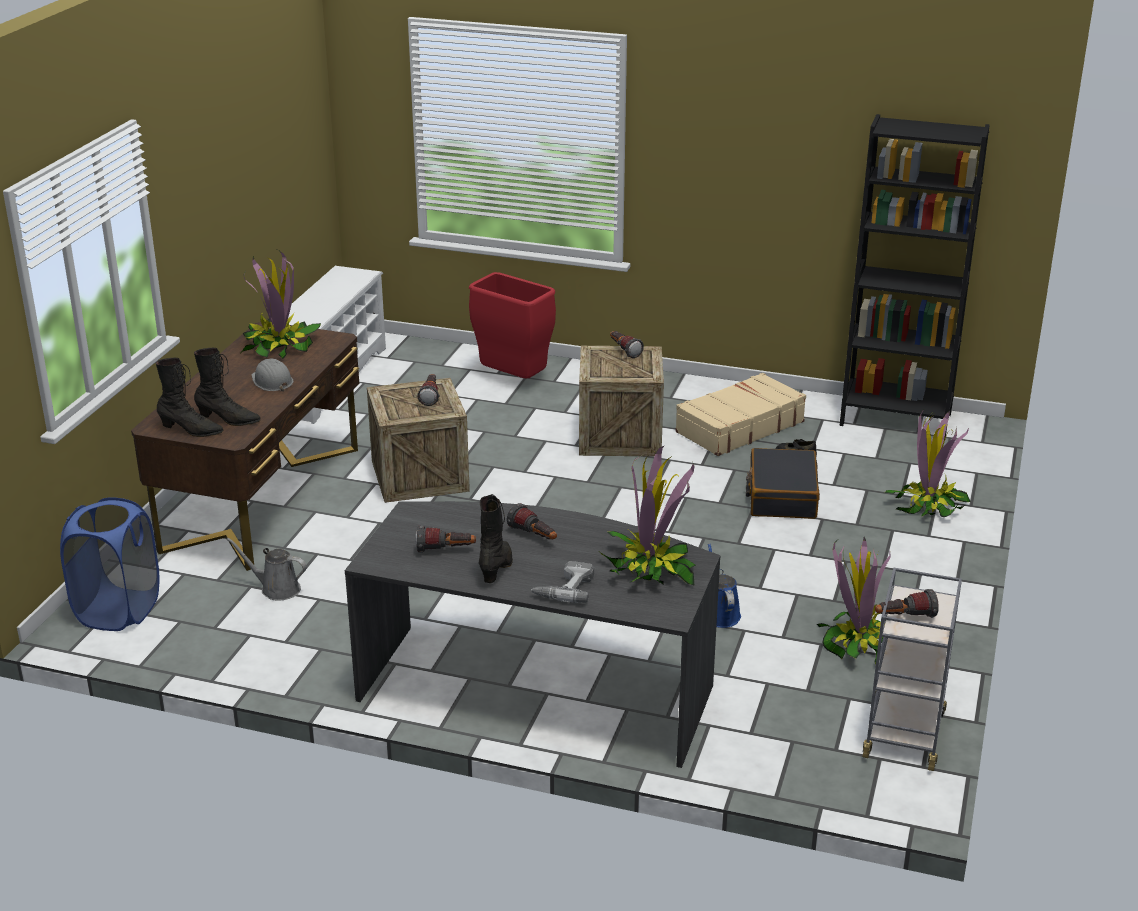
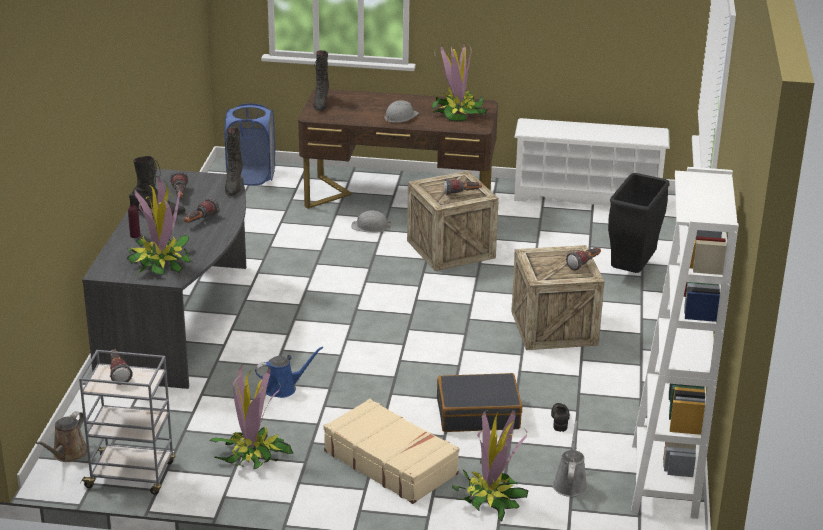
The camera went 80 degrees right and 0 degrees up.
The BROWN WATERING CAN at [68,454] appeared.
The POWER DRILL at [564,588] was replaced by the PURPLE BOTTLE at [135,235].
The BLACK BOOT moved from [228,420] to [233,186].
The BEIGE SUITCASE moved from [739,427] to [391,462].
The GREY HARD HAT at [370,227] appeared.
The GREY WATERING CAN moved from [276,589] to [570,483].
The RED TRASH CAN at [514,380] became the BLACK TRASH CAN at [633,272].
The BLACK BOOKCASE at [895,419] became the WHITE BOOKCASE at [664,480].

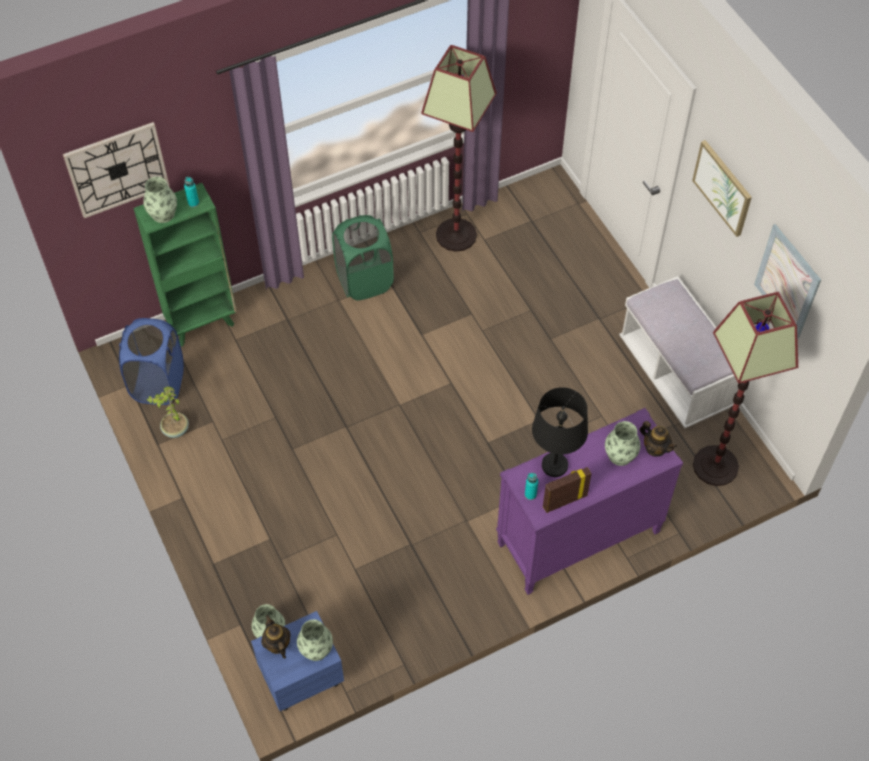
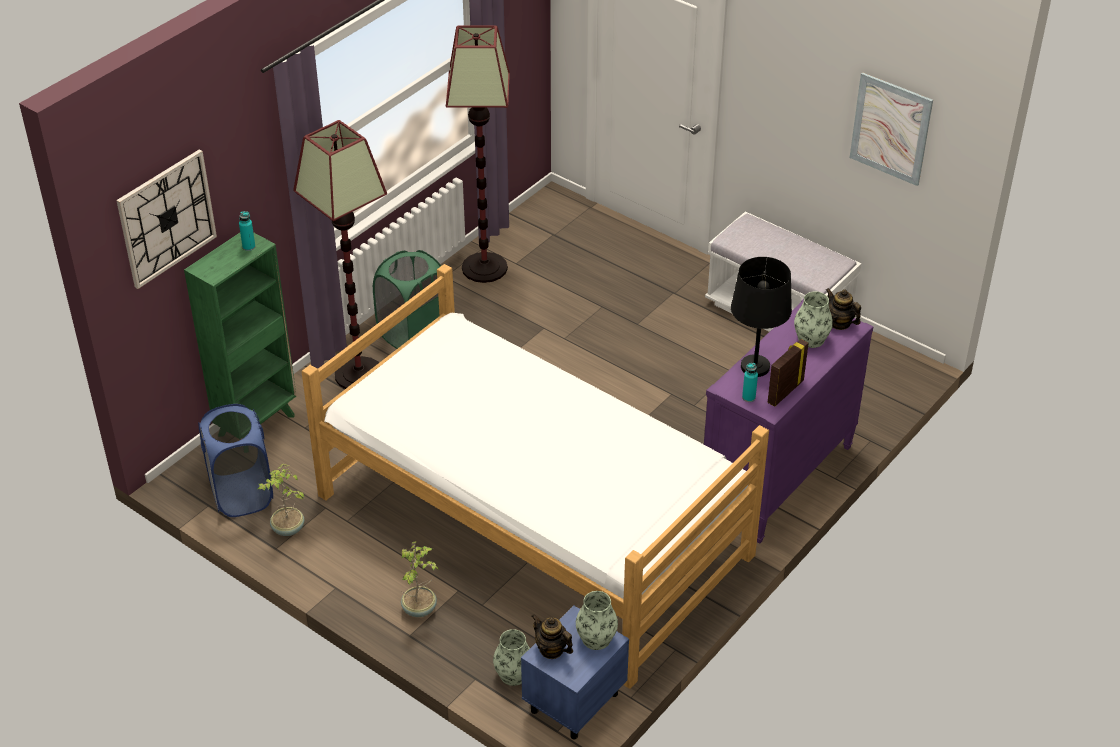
The camera went 25 degrees left and 15 degrees down.
The FLOOR LAMP moved from [715,465] to [358,374].
The BED at [532,526] appeared.
The POTTED PLANT at [420,608] appeared.
The TEAPOT at [655,448] turned 150 degrees counterclockwise.
The VASE at [163,214] disappeared.
The PICTURE at [723,187] disappeared.

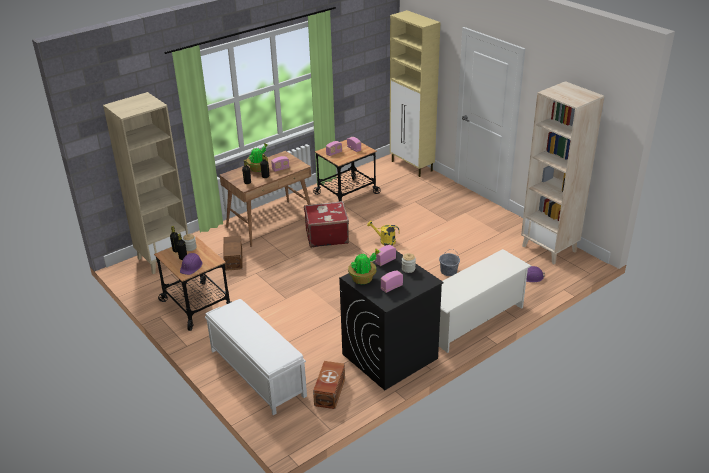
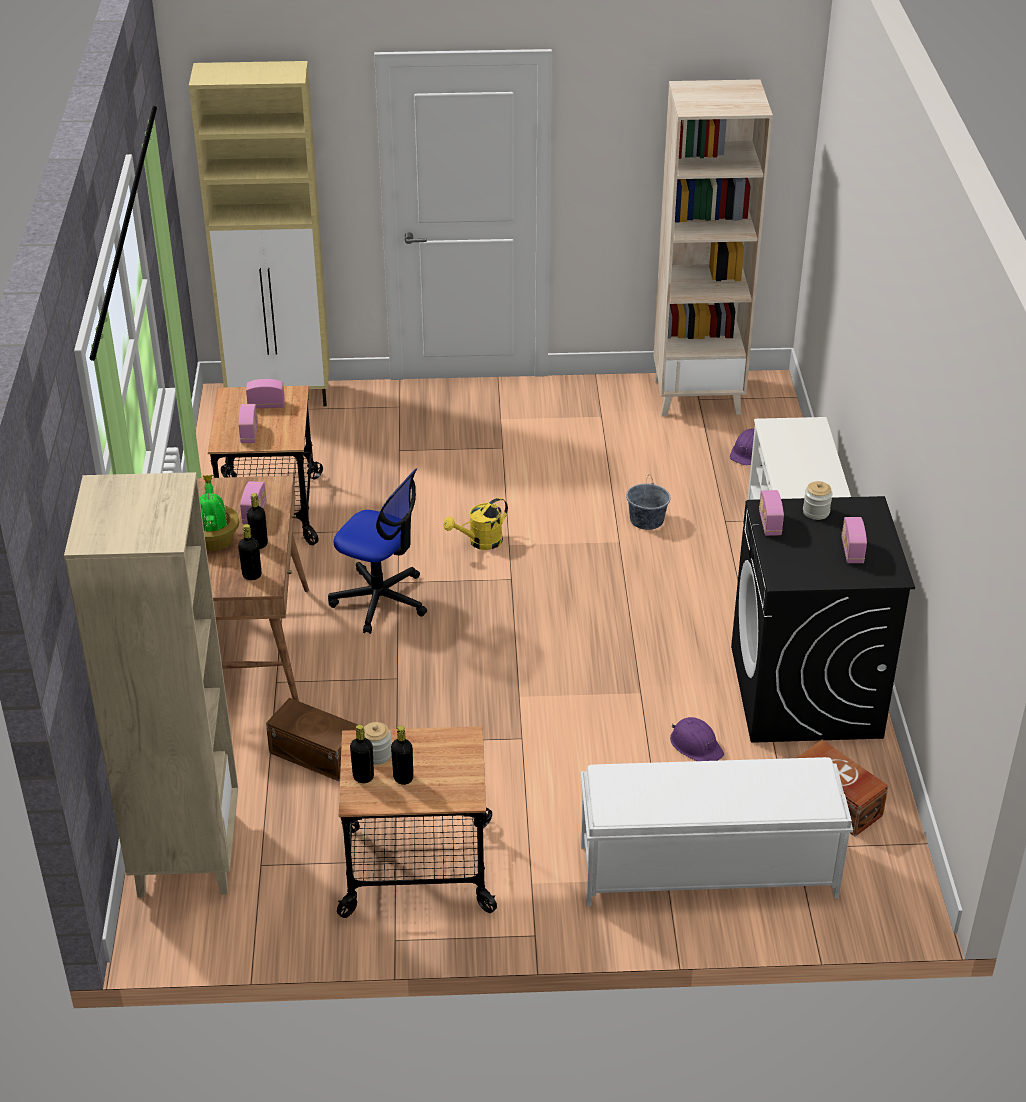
The camera went 55 degrees left and 5 degrees up.
The RED SUITCASE at [326,236] was replaced by the OFFICE CHAIR at [380,600].
The PURPLE HARD HAT moved from [191,266] to [696,745].
The POTTED PLANT at [363,279] disappeared.

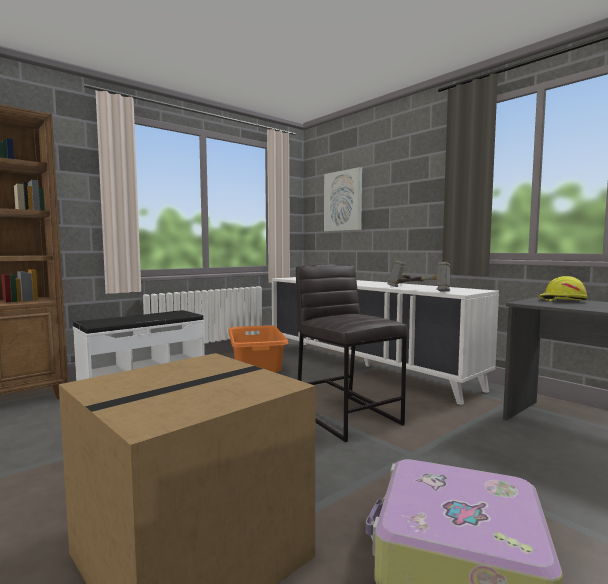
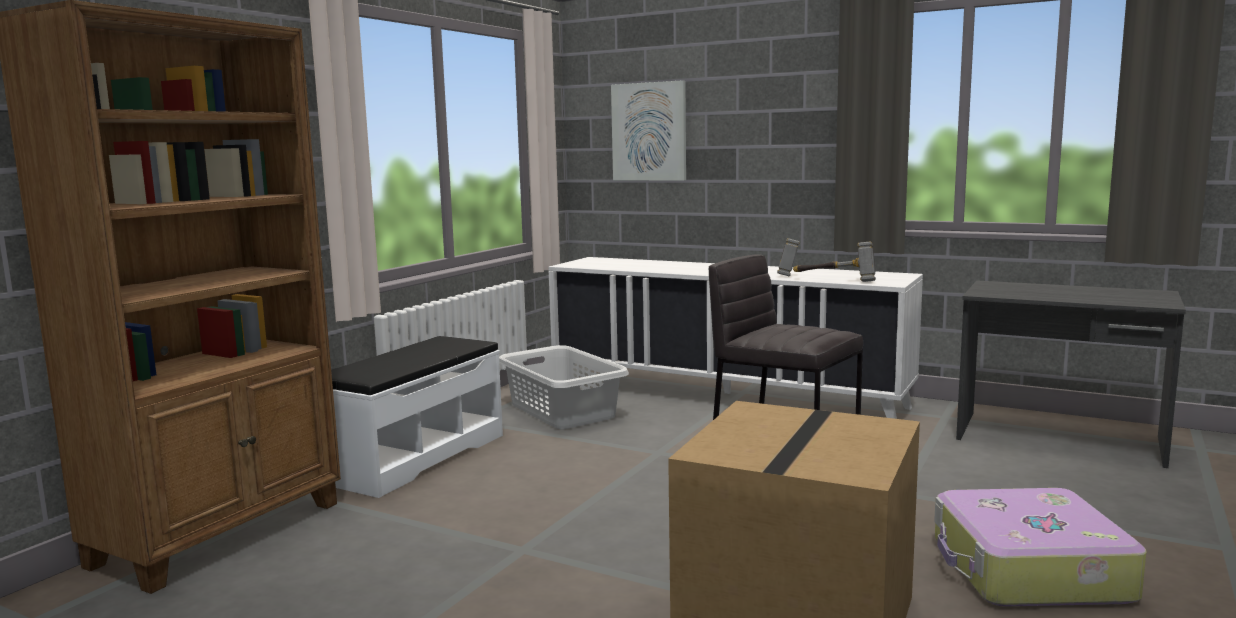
The camera went 20 degrees left and 5 degrees up.
The ORANGE LAUNDRY BASKET at [257,364] became the GREY LAUNDRY BASKET at [563,410].
The YELLOW HARD HAT at [561,300] disappeared.

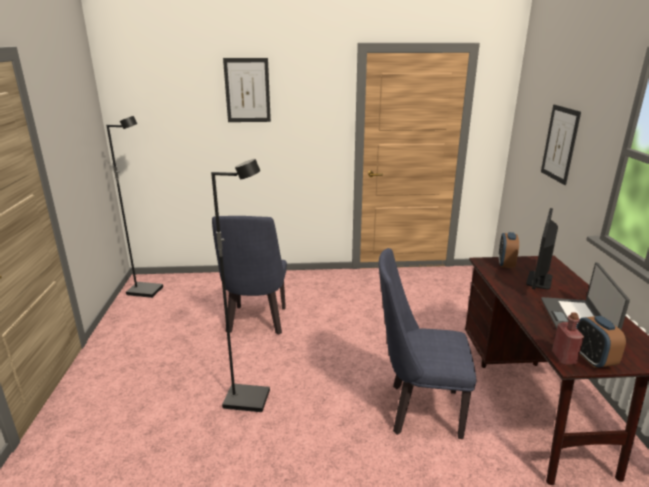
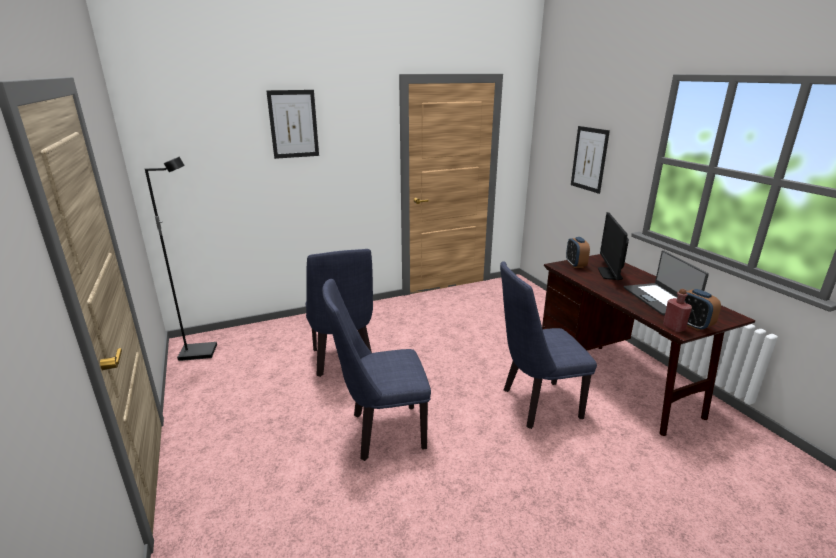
The camera went 20 degrees left and 0 degrees up.
The BLACK FLOOR LAMP at [247,399] was replaced by the BLUE CHAIR at [381,432].

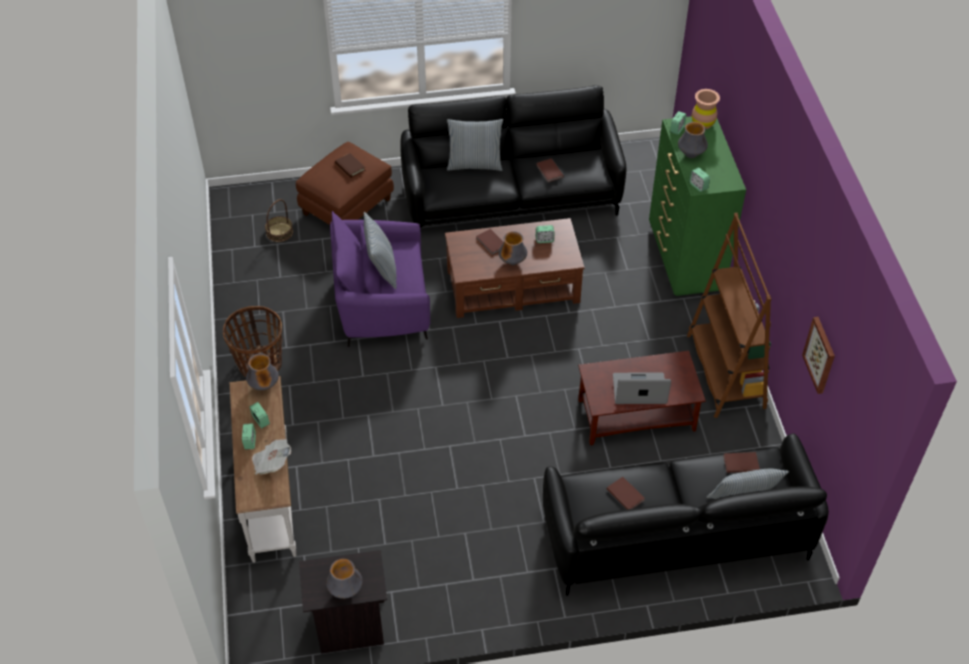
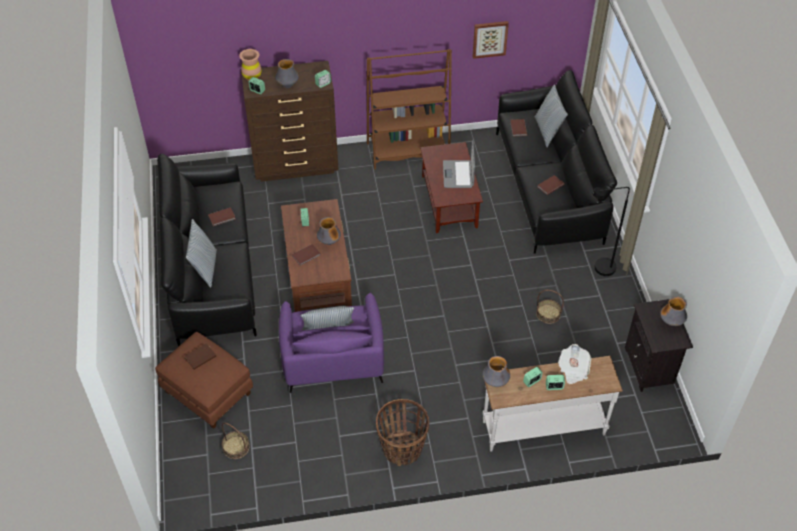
The camera went 90 degrees left and 0 degrees up.
The GREEN DRESSER at [684,259] became the BROWN DRESSER at [296,165].
The BASKET at [548,314] appeared.
The BLACK FLOOR LAMP at [599,269] appeared.

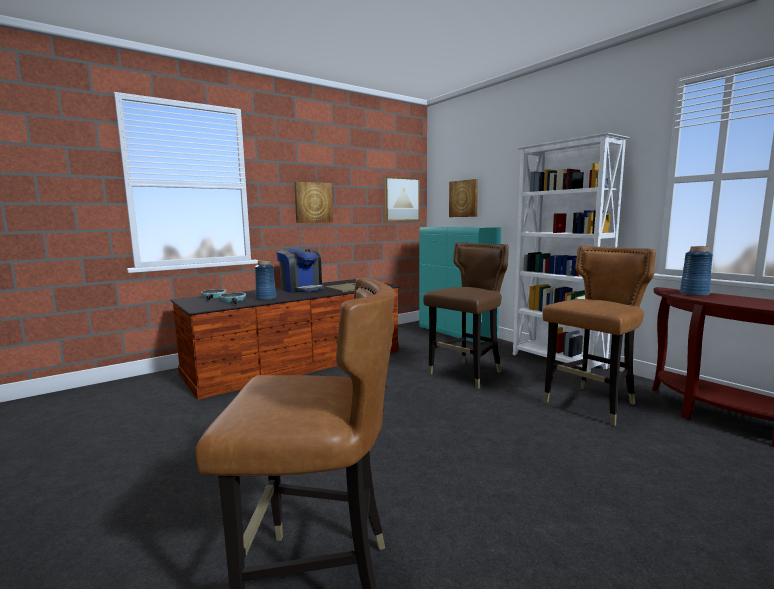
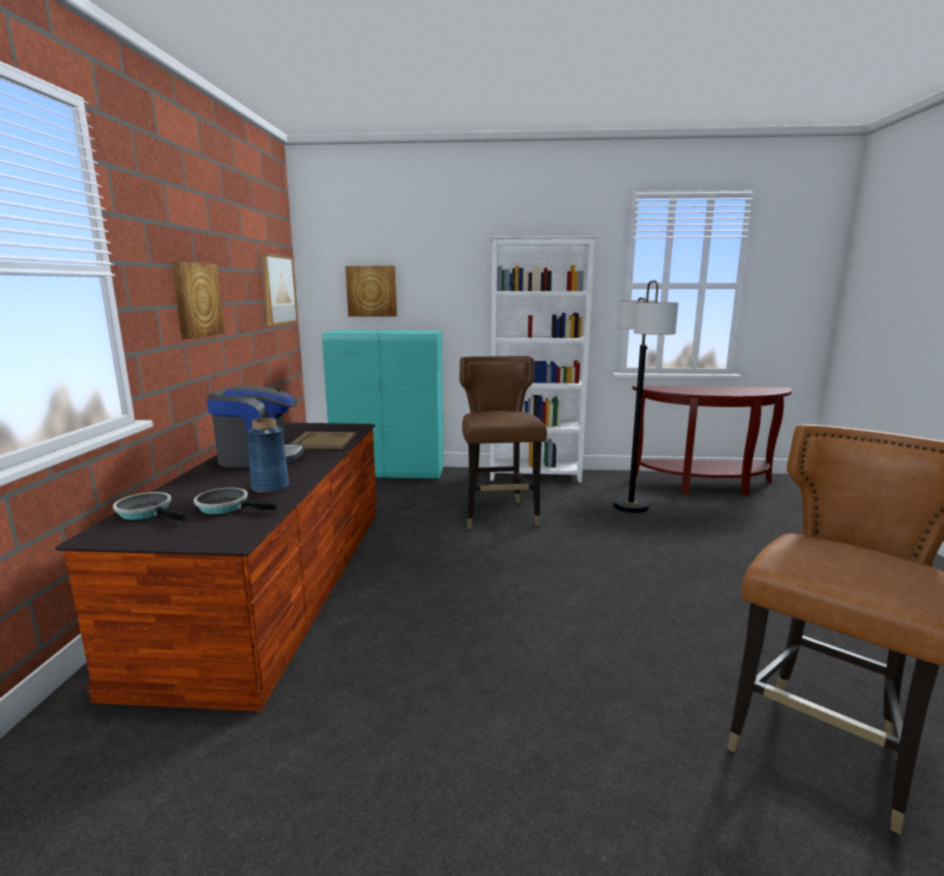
The camera went 50 degrees left and 5 degrees up.
The BROWN CHAIR at [591,405] was replaced by the FLOOR LAMP at [630,506].
The BLUE VASE at [694,294] disappeared.

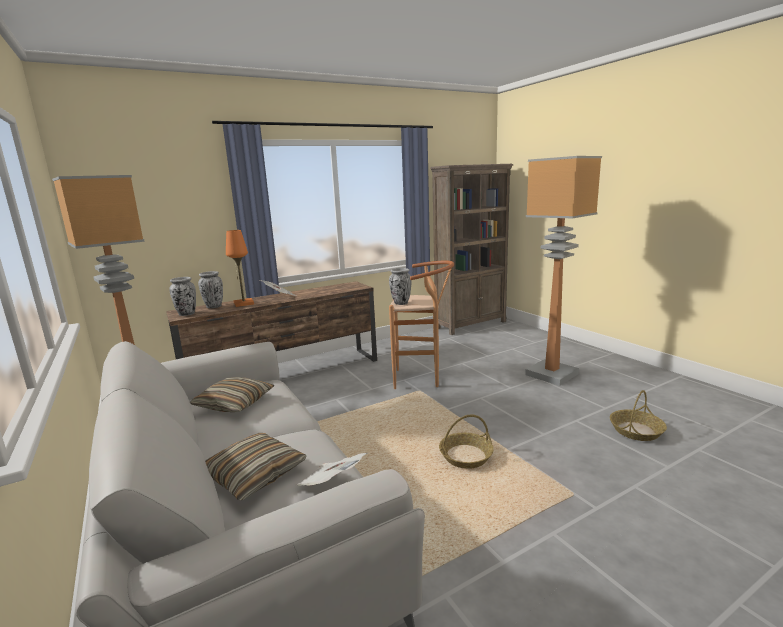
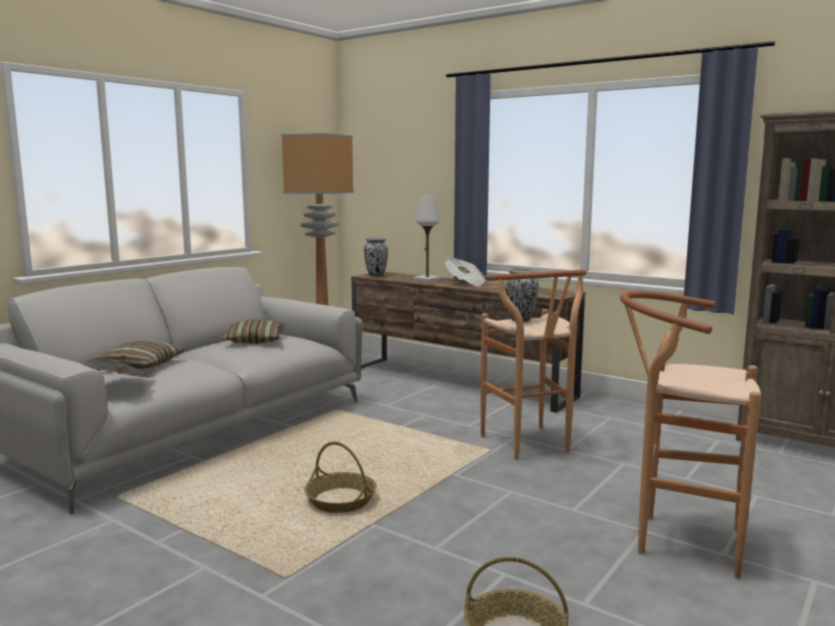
The camera went 65 degrees right and 5 degrees down.
The ORANGE TABLE LAMP at [243,303] became the WHITE TABLE LAMP at [427,280].
The FLOOR LAMP at [550,374] was replaced by the BROWN STOOL at [677,541].
The VASE at [214,306] disappeared.

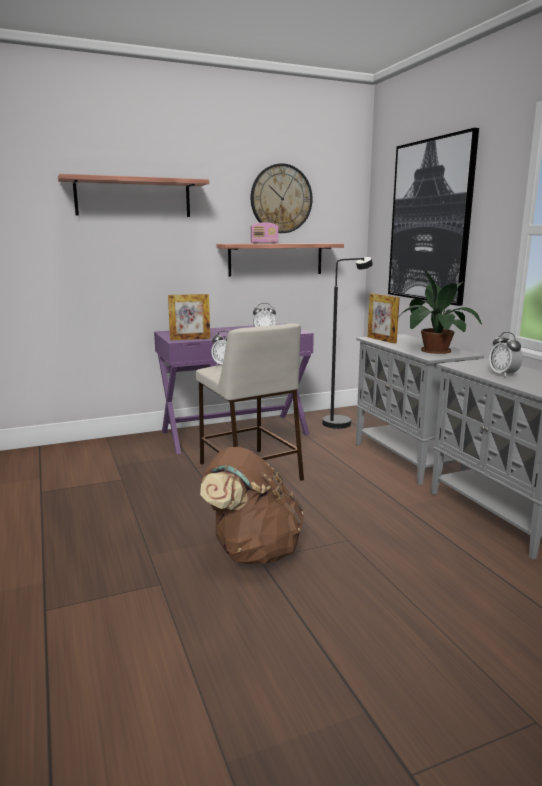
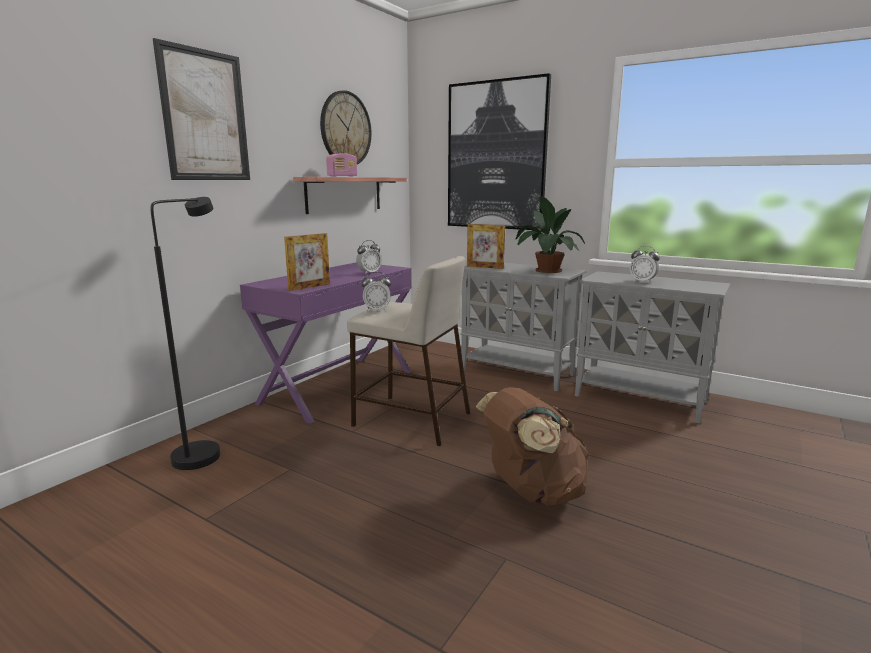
The camera went 35 degrees left and 0 degrees up.
The BLACK FLOOR LAMP moved from [342,422] to [204,451].
The SHELF at [133,198] was replaced by the PICTURE at [205,116].

